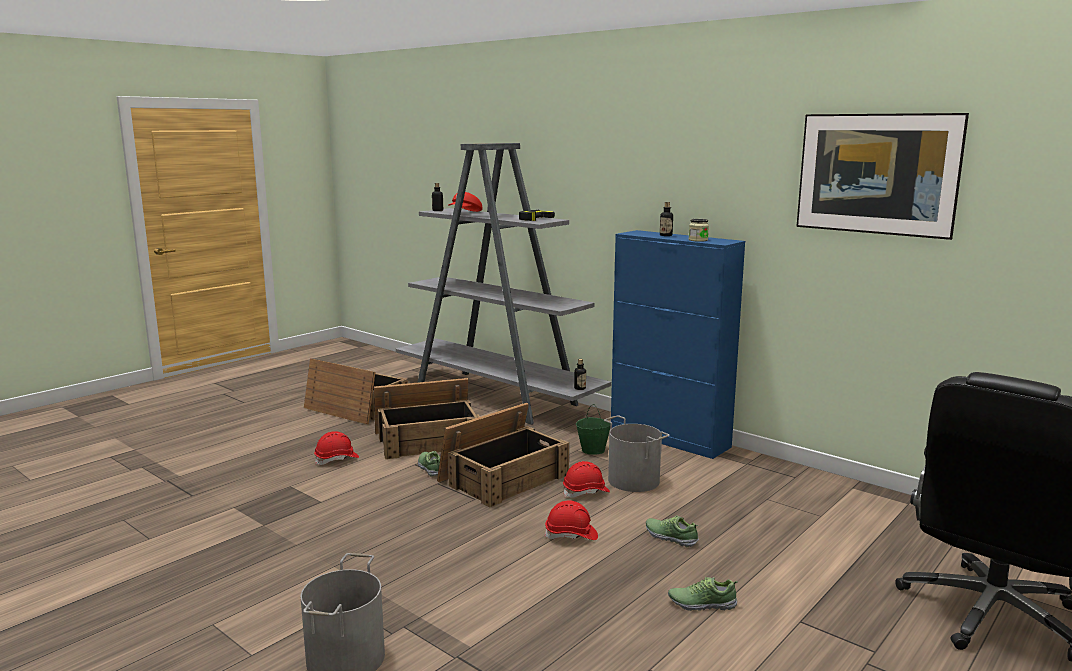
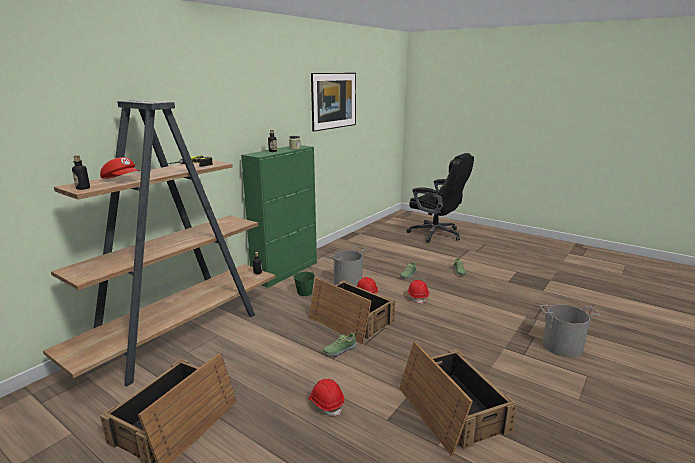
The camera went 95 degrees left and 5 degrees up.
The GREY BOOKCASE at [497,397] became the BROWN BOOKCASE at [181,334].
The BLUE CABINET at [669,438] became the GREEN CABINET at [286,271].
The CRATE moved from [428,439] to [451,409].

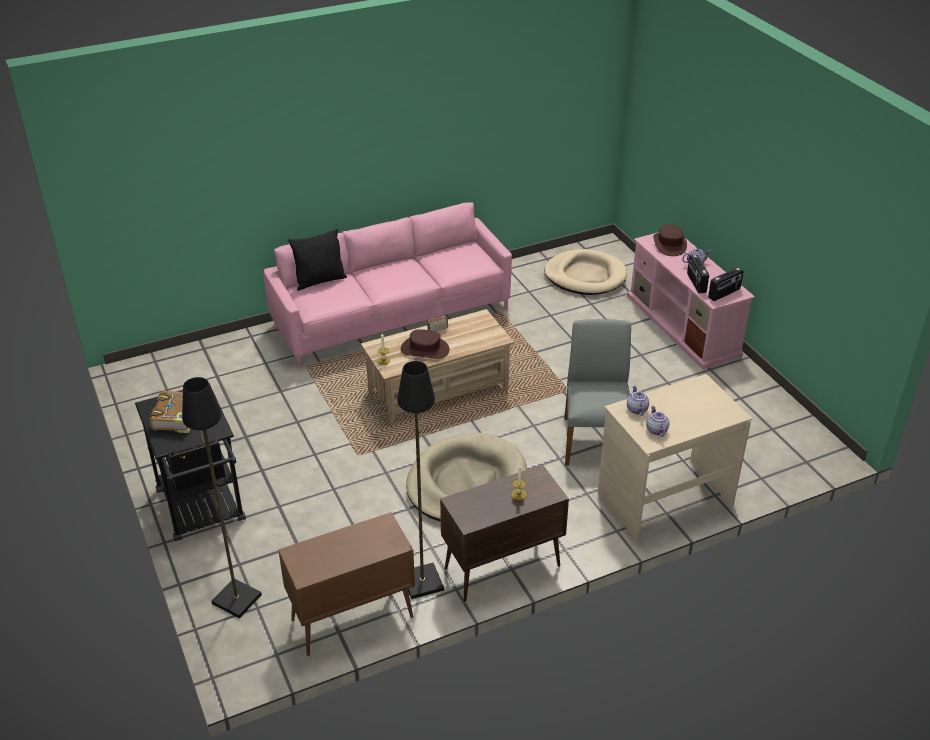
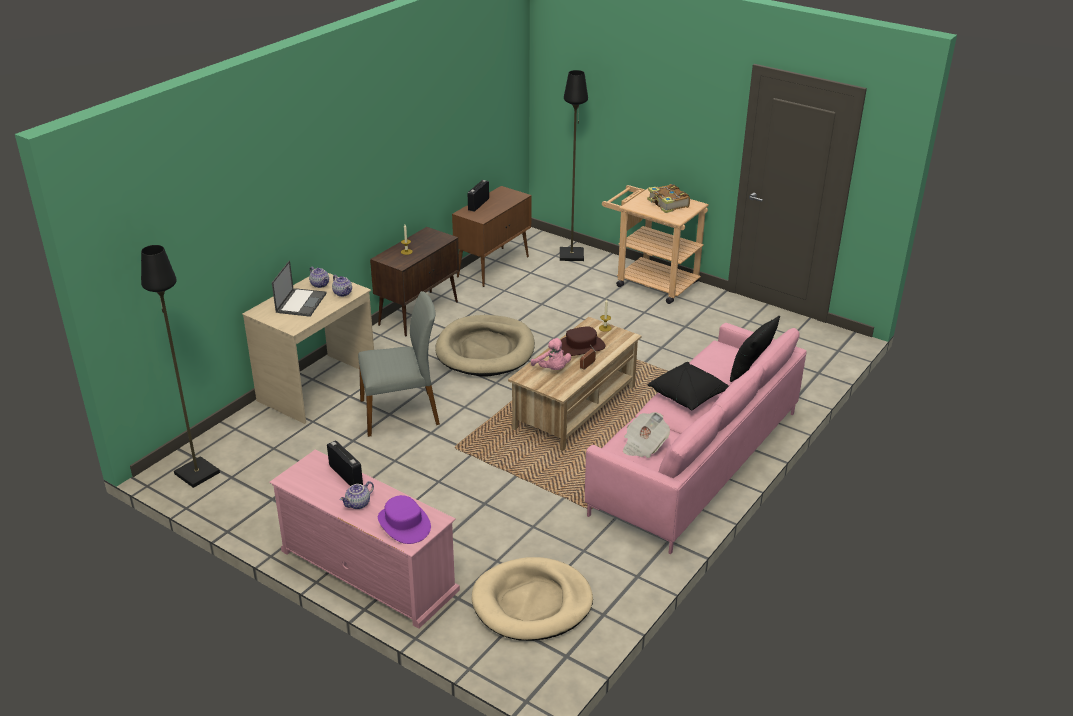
The camera went 150 degrees right and 5 degrees down.
The BLACK FLOOR LAMP moved from [423,582] to [196,473].
The LAPTOP at [301,302] appeared.
The GREY CHAIR at [595,440] turned 75 degrees counterclockwise.
The BROWN HAT at [669,244] became the PURPLE HAT at [404,524].
The RADIO moved from [724,293] to [478,204].
The PINK PLUSH TOY at [552,369] appeared.
The BLACK CART at [203,511] became the BEIGE CART at [650,282].
The NEWSPAPER at [643,445] appeared.
The BLACK PILLOW at [688,395] appeared.

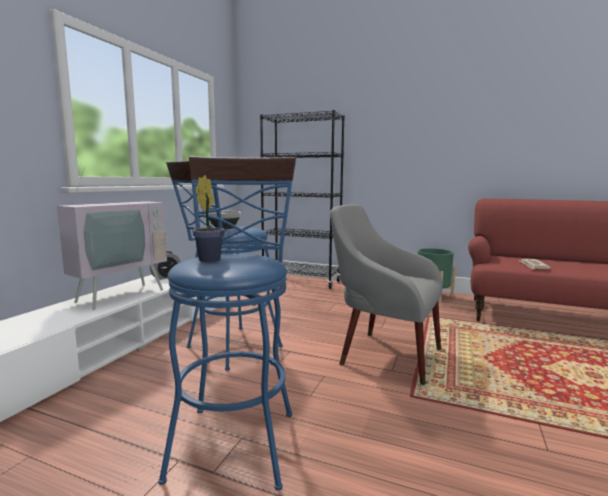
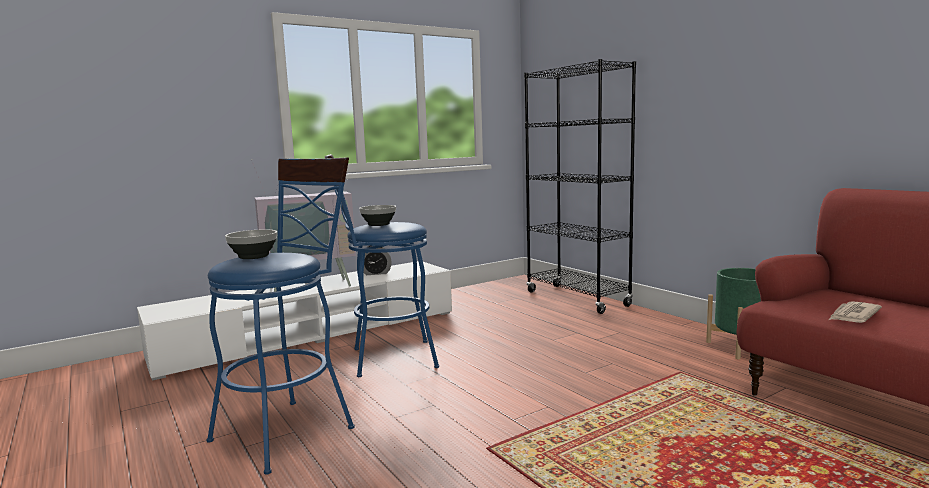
The camera went 35 degrees right and 0 degrees up.
The POTTED PLANT at [211,259] was replaced by the BOWL at [253,256].
The GREY ARMCHAIR at [384,354] disappeared.

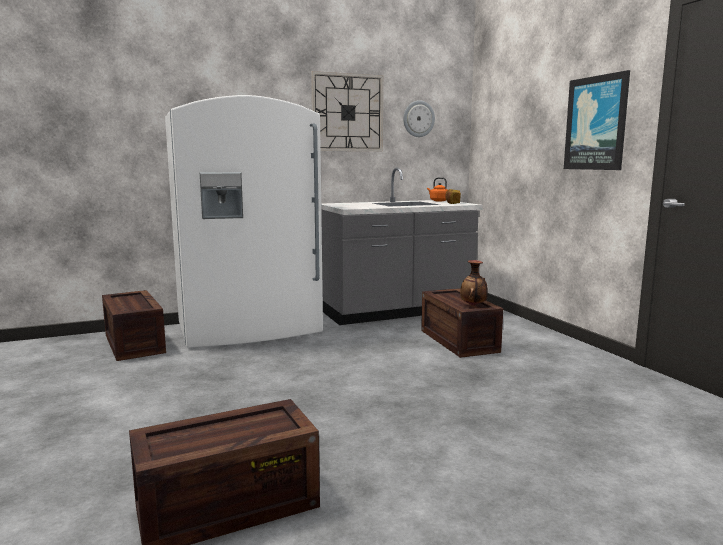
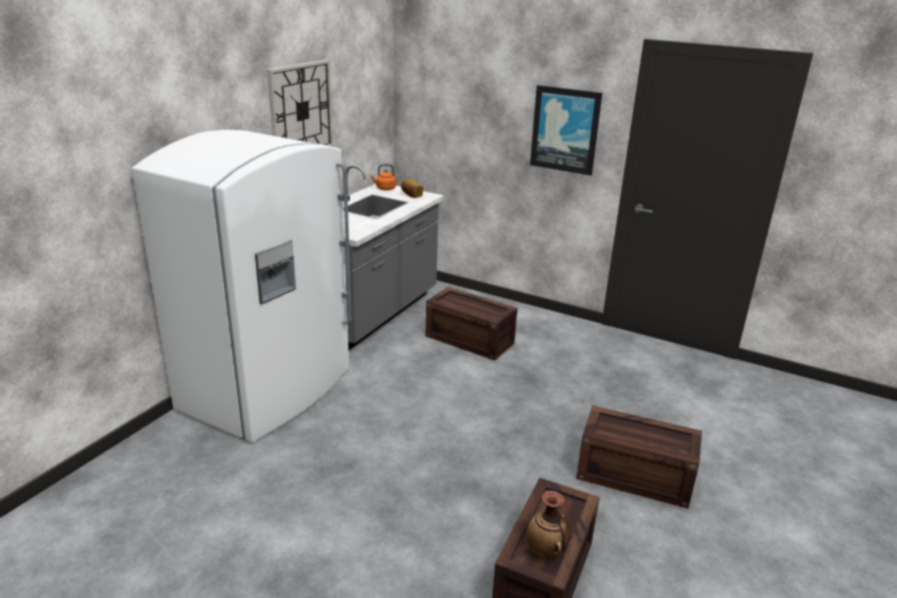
The camera went 40 degrees left and 15 degrees up.
The VASE moved from [473,305] to [546,550].
The CRATE moved from [136,344] to [636,475].
The WALL CLOCK at [418,119] disappeared.

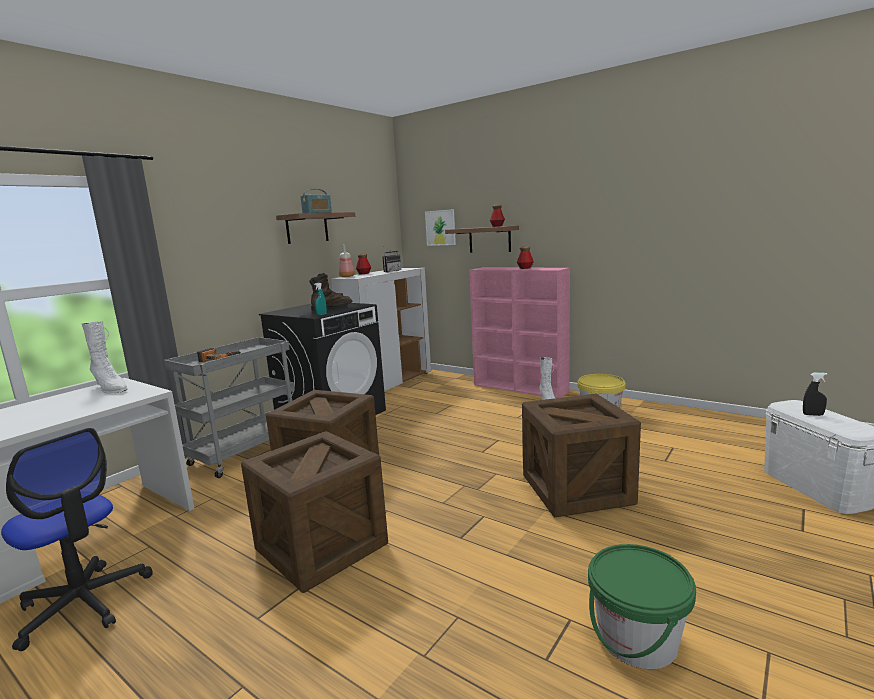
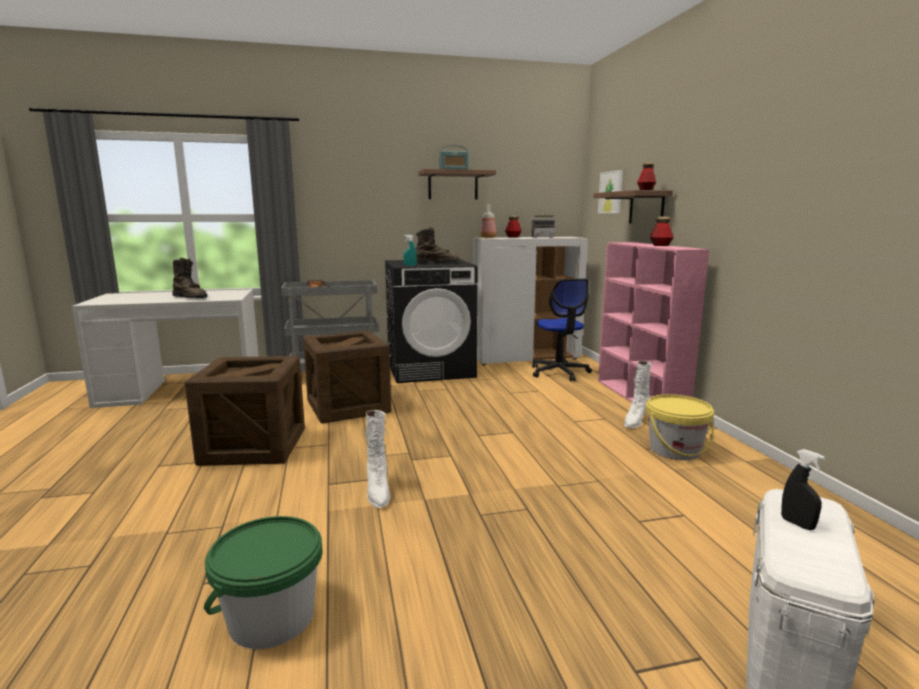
The camera went 40 degrees right and 0 degrees up.
The BROWN BOOT at [191,298] appeared.
The WHITE BOOT moved from [110,389] to [378,492].
The OFFICE CHAIR moved from [84,603] to [559,372].
The CRATE at [576,489] disappeared.

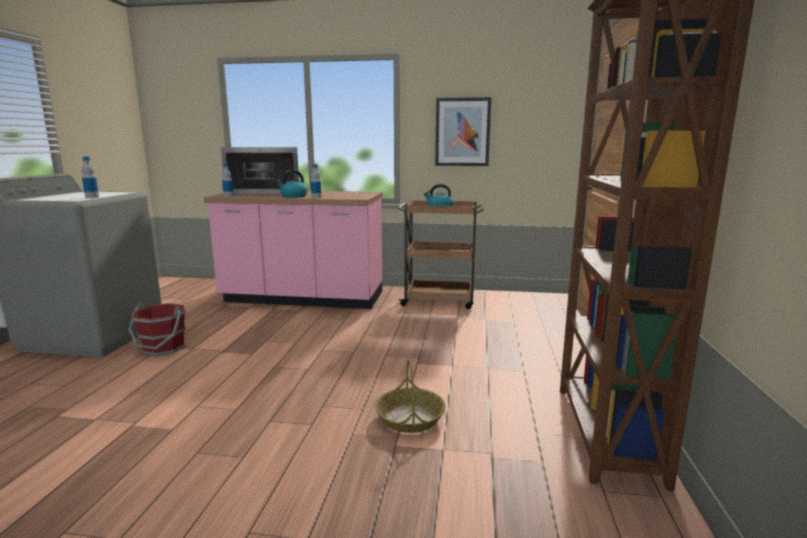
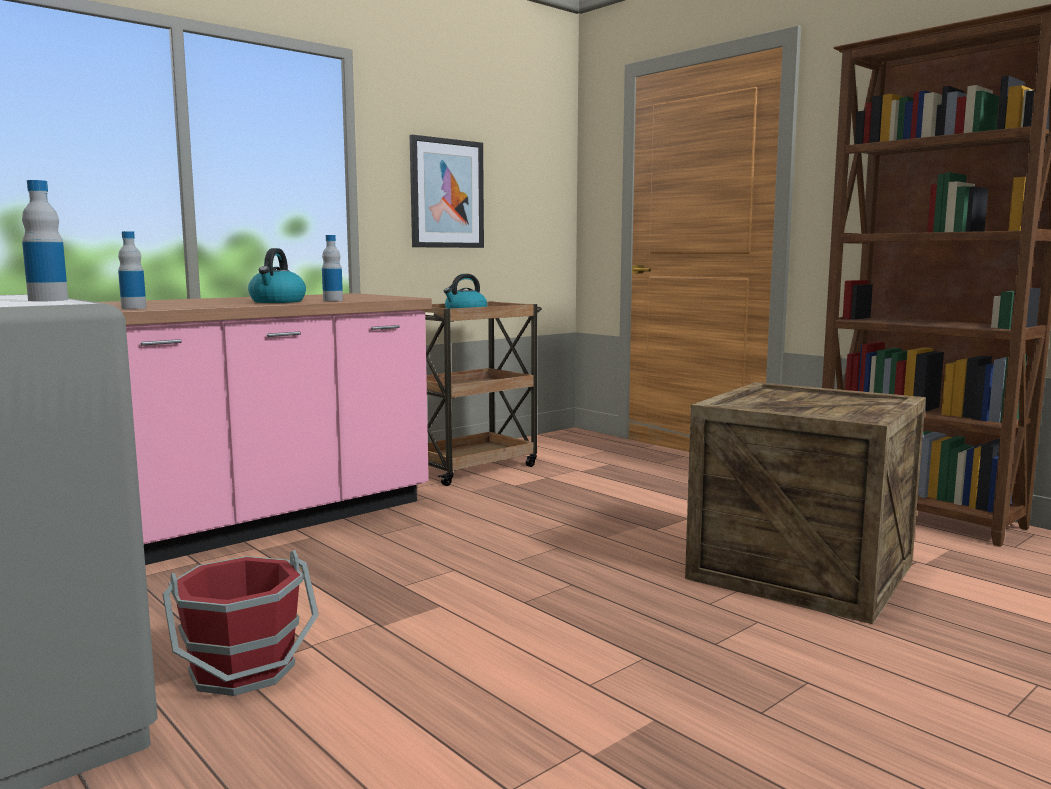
The camera went 50 degrees left and 5 degrees down.
The BASKET at [410,418] was replaced by the CRATE at [802,571].
The MICROWAVE at [267,192] disappeared.

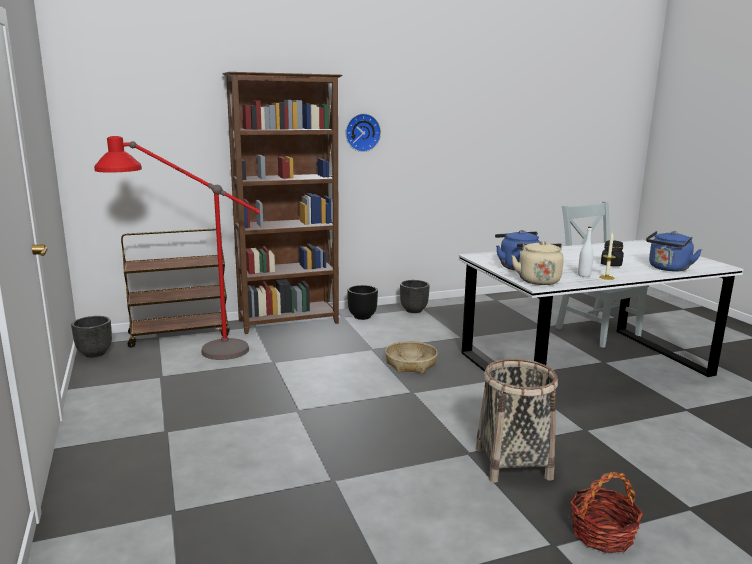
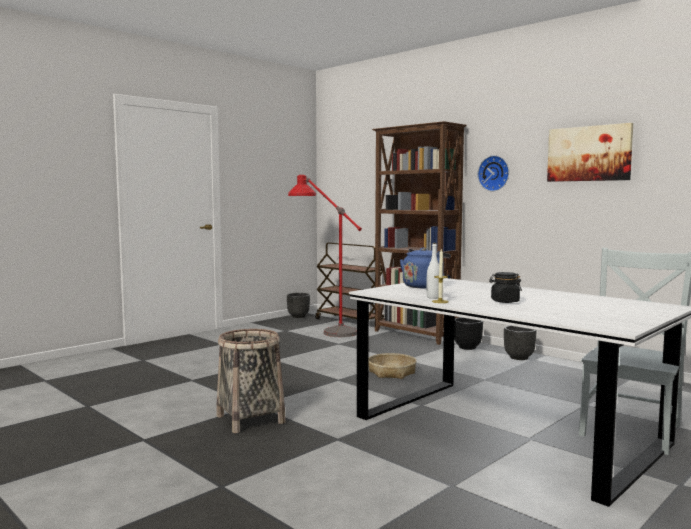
The camera went 65 degrees right and 10 degrees down.
The PICTURE at [589,153] appeared.
The BEIGE KETTLE at [537,280] disappeared.
The BASKET at [602,534] disappeared.
The BLUE KETTLE at [668,269] disappeared.

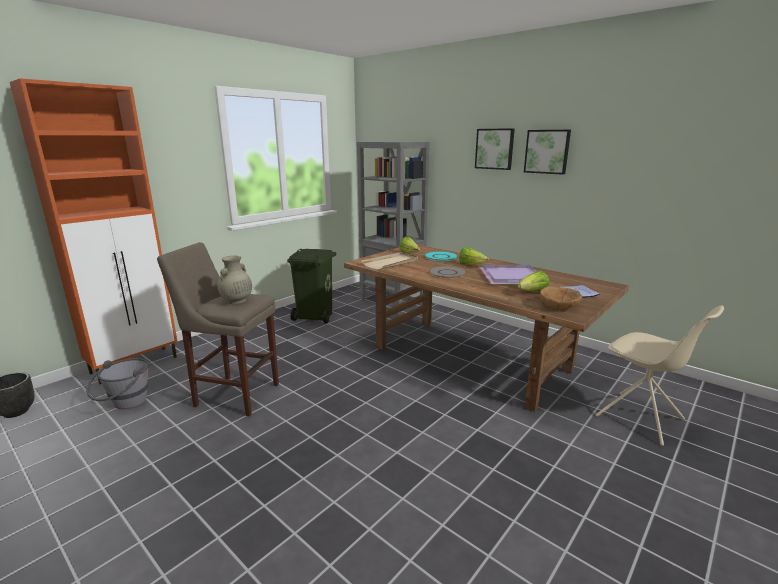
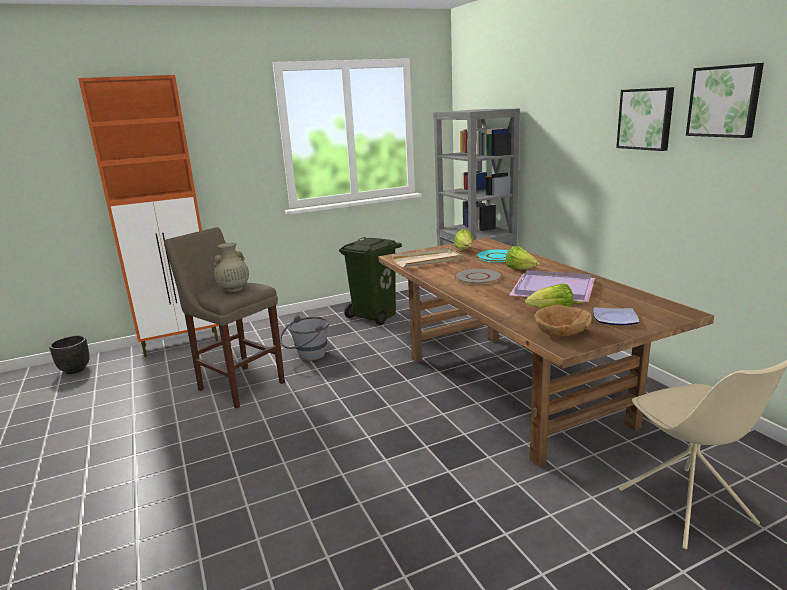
The camera went 25 degrees right and 0 degrees up.
The GREY BUCKET moved from [125,404] to [307,357].
The PICTURE moved from [495,149] to [724,101].

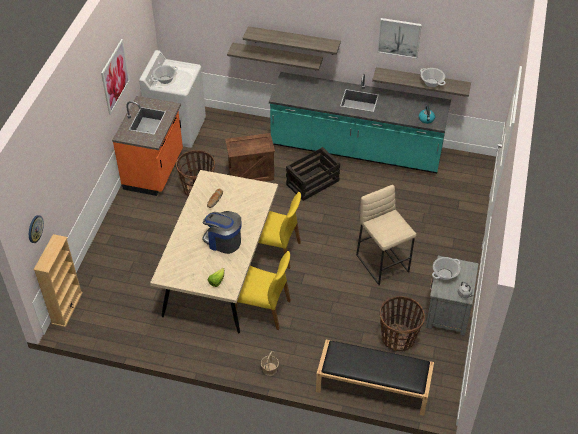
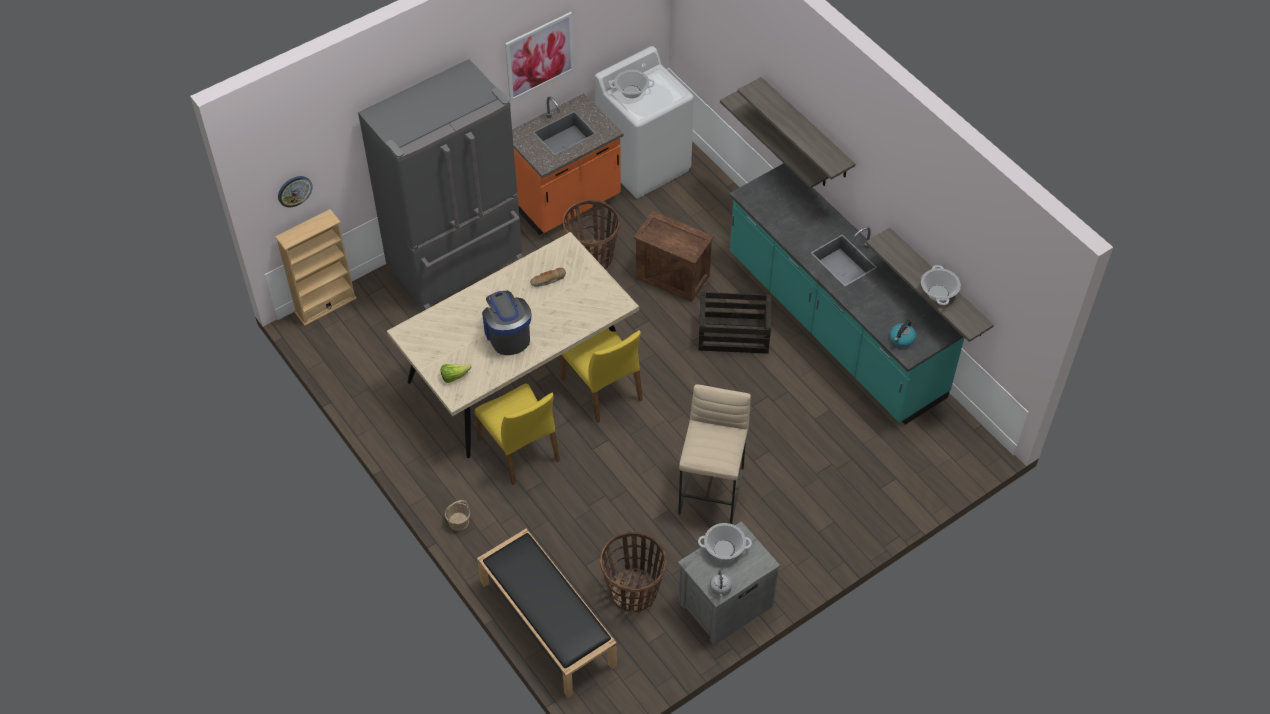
The camera went 40 degrees right and 5 degrees up.
The GREY FRIDGE at [457,264] appeared.
The PICTURE at [399,37] disappeared.

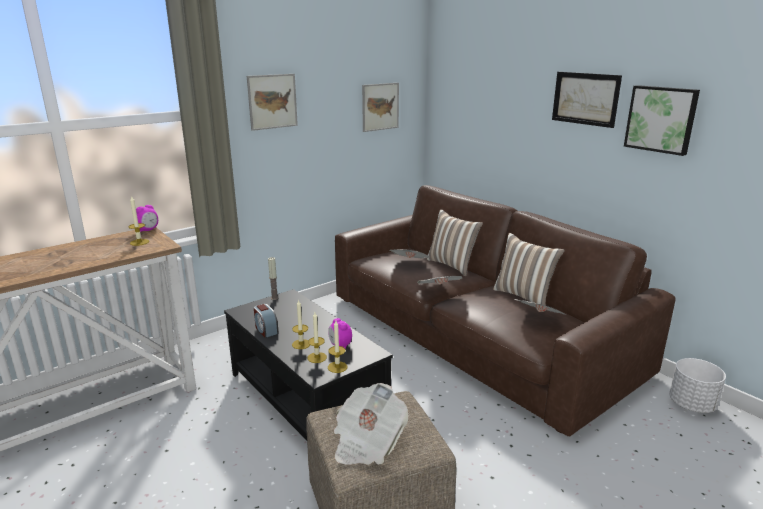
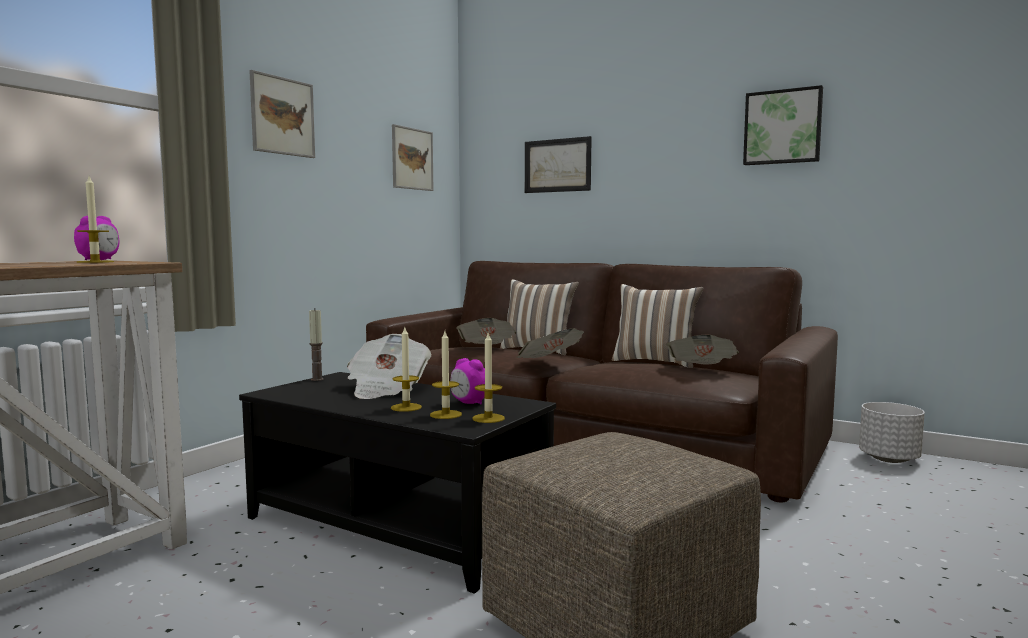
The camera went 20 degrees left and 15 degrees down.
The NEWSPAPER moved from [367,442] to [386,389].
The PICTURE moved from [585,98] to [557,165].
The ALARM CLOCK at [266,330] disappeared.

